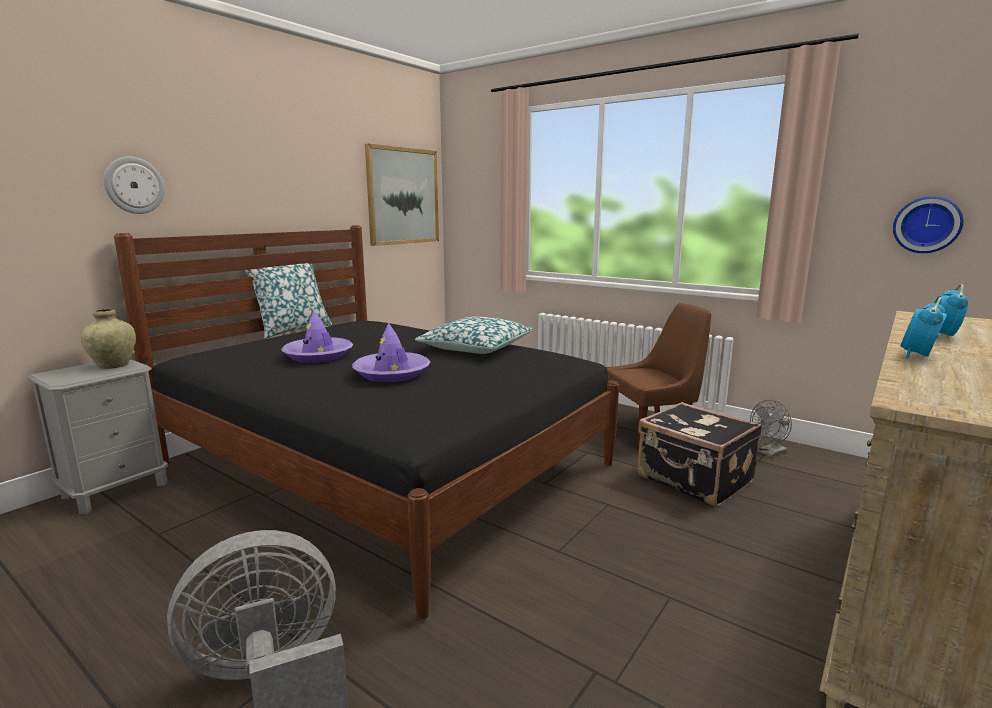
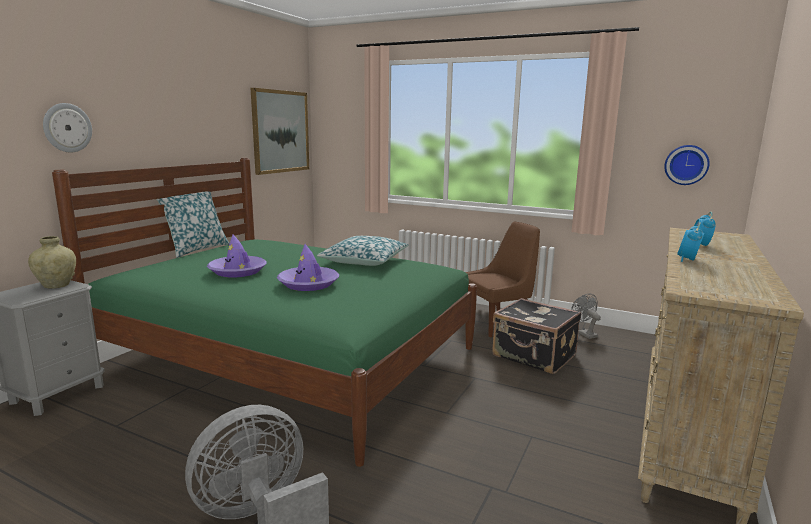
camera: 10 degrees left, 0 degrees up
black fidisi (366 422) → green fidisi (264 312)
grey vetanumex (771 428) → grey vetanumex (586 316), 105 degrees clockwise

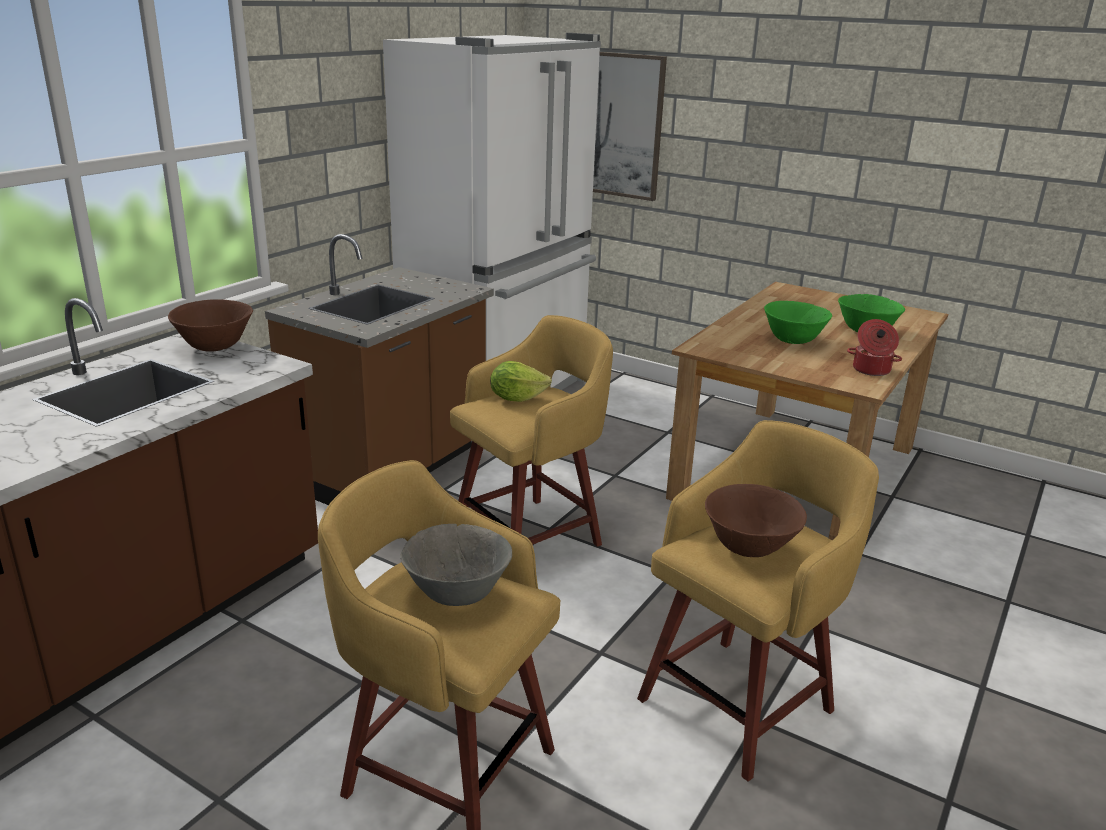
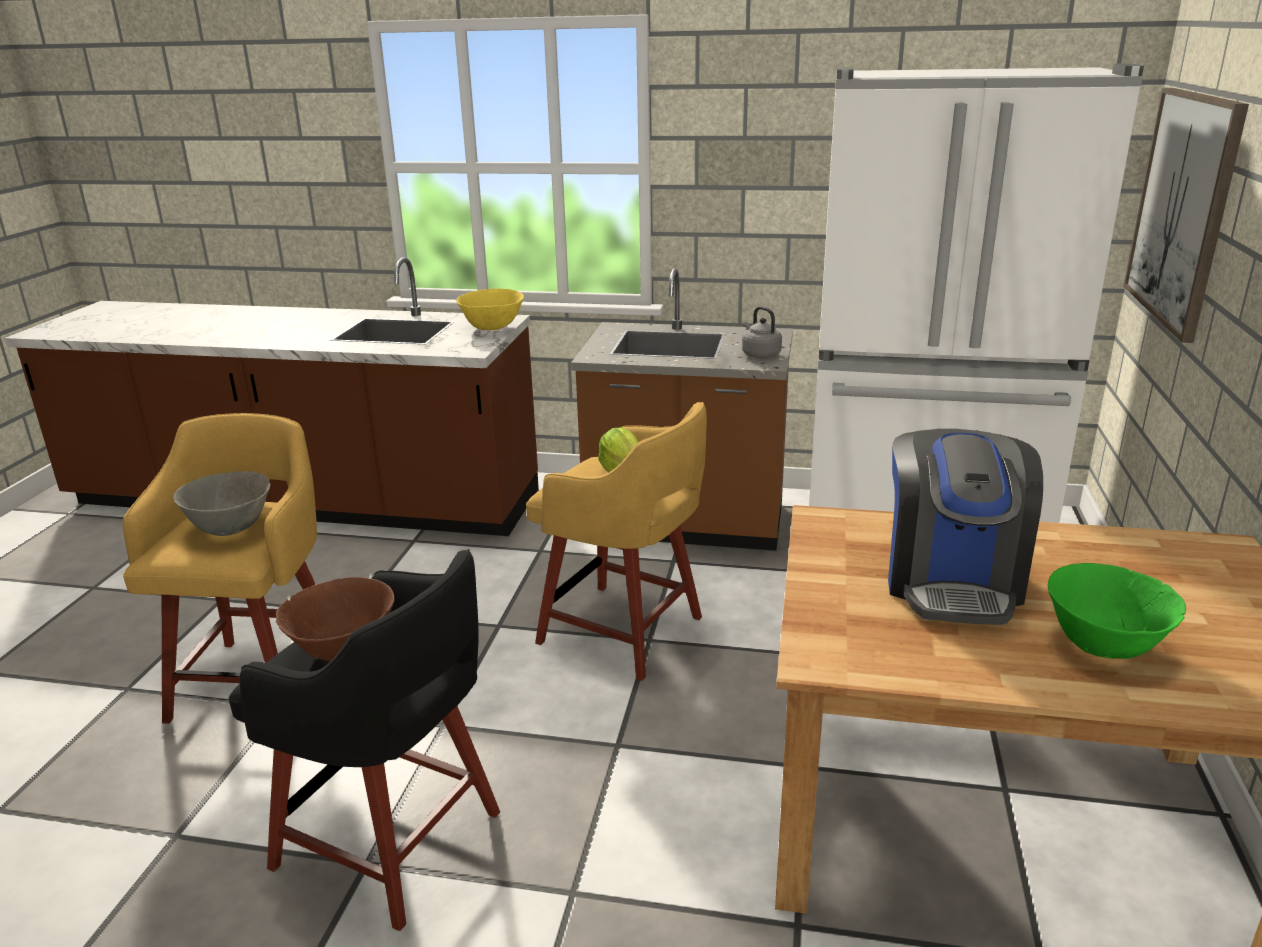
camera: 70 degrees right, 0 degrees up
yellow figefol (758 601) → black figefol (364 740)
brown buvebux (210 325) → yellow buvebux (490 309)
- → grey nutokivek (762 332)
green buvebux (798 322) → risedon (965 527)
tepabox (874 347) → -

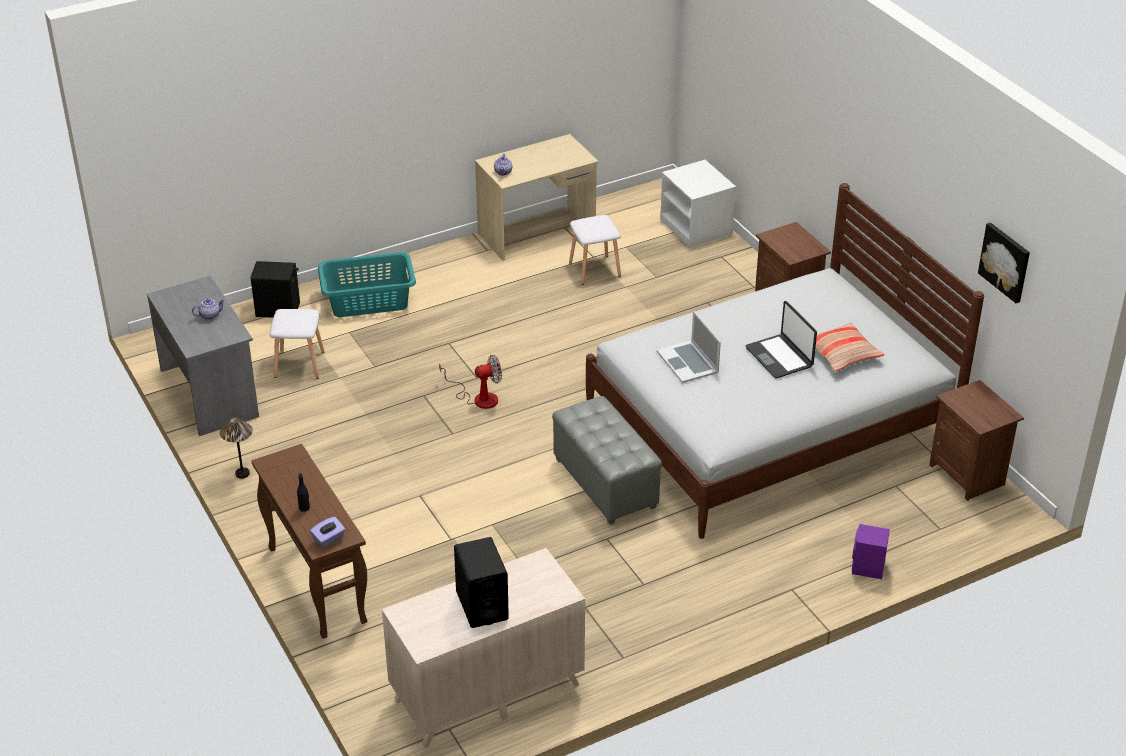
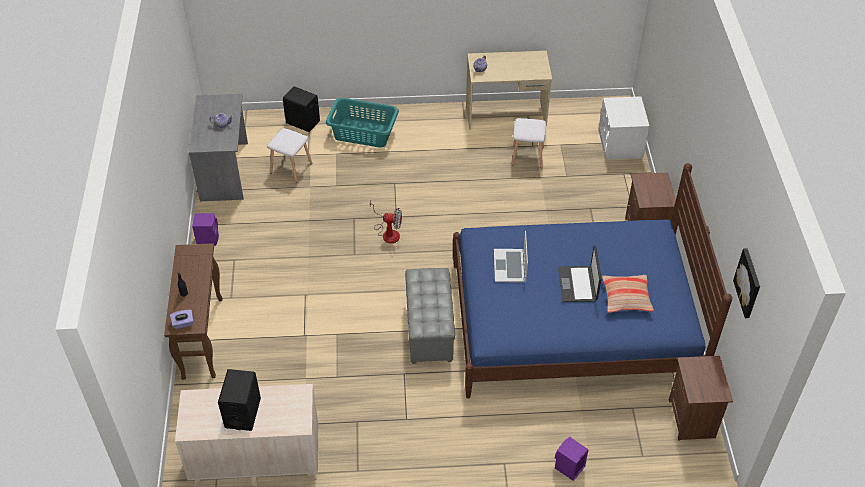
camera: 25 degrees right, 10 degrees up
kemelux (236 448) → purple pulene (205 229)
white fidisi (785 361) → blue fidisi (592 281)

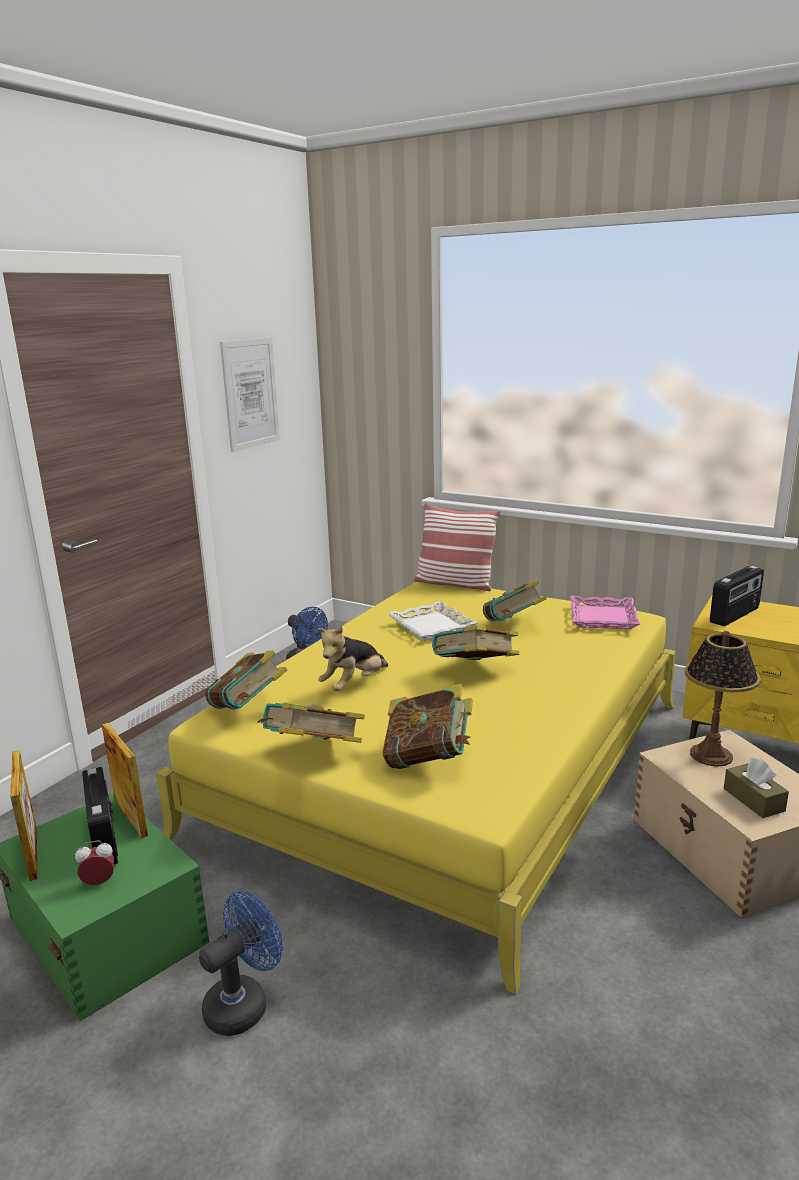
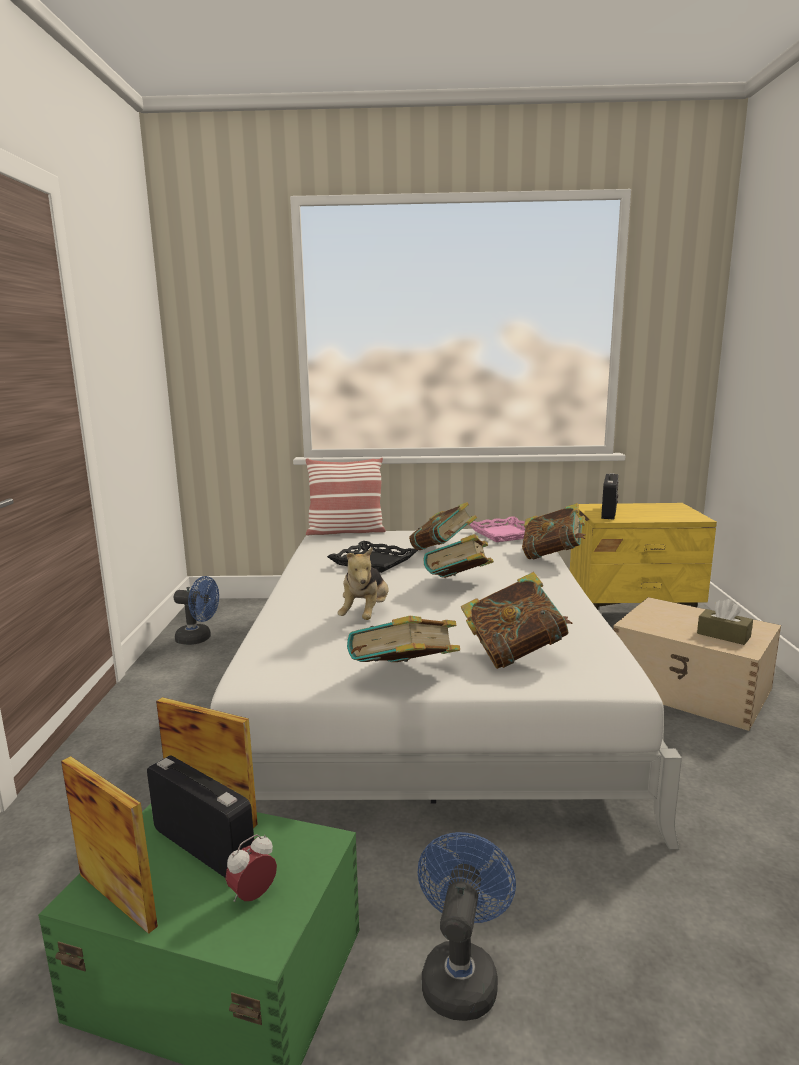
camera: 30 degrees left, 5 degrees down
yellow fidisi (416 788) → white fidisi (446 689)
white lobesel (432 621) → black lobesel (372 557)
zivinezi (246 679) → zivinezi (553 531), shifted
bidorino (250 395) → -
kemelux (723 699) → -

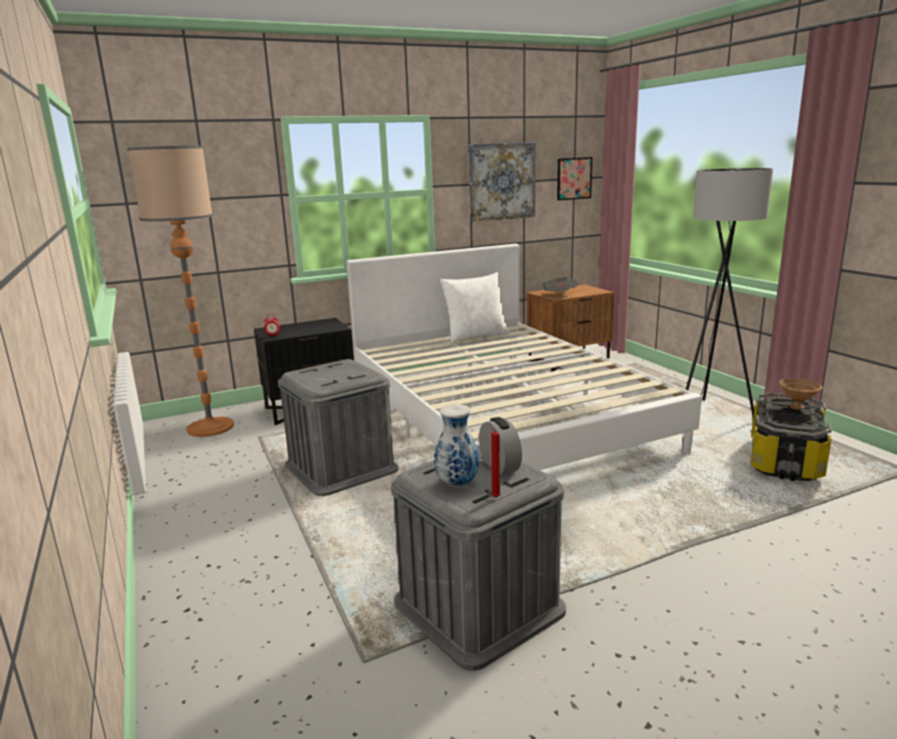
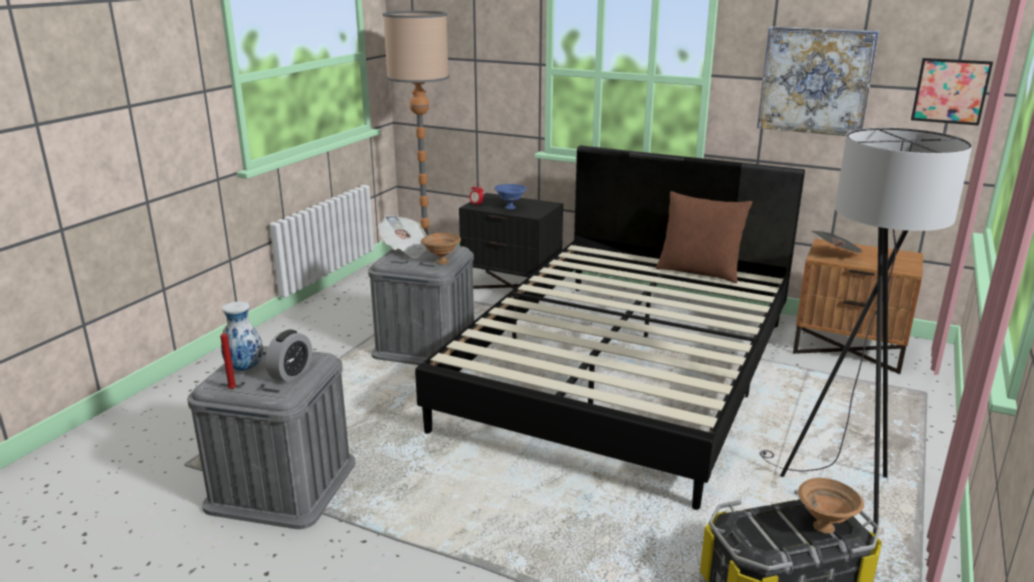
camera: 50 degrees right, 5 degrees up
- → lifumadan (403 236)
white fidisi (524 357) → black fidisi (610 327)
- → brown buvebux (441 249)
- → blue buvebux (510 196)
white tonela (475 307) → brown tonela (704 237)

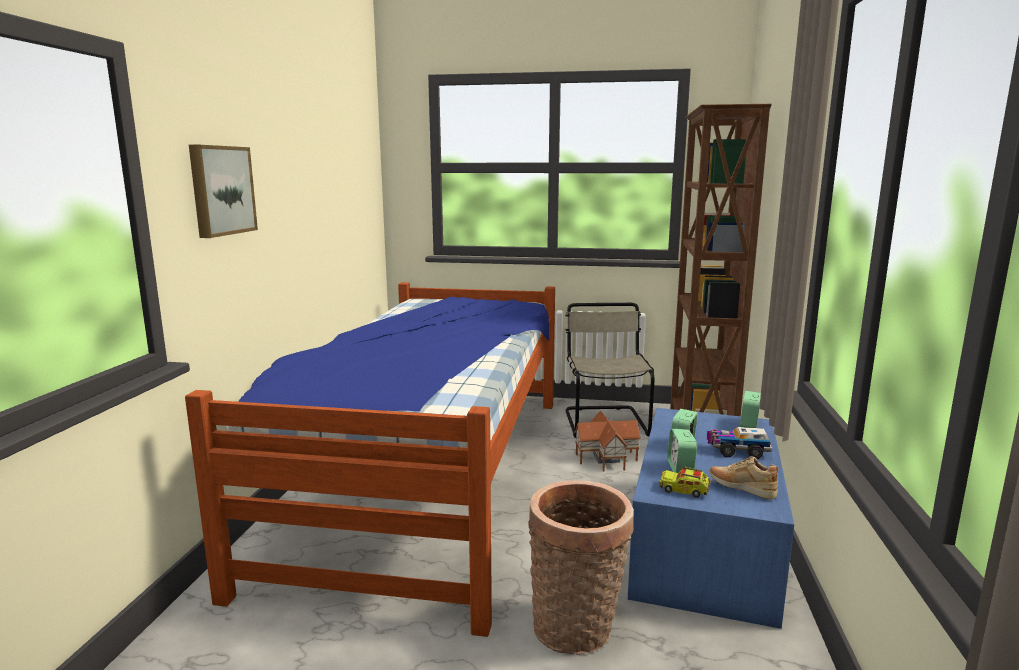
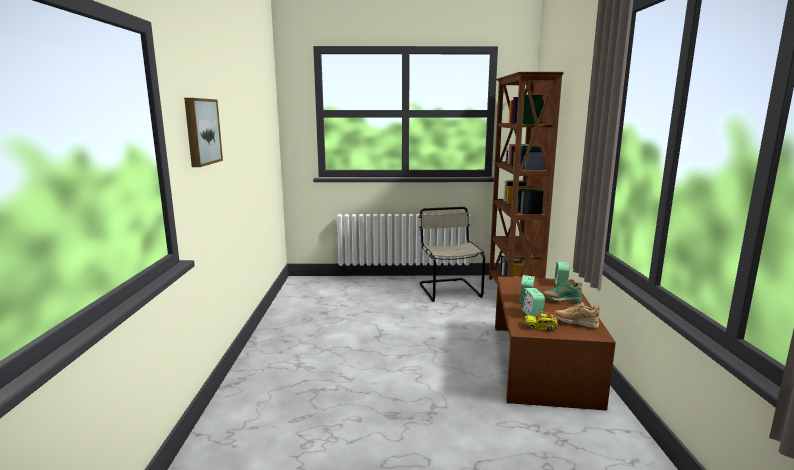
camera: 10 degrees left, 0 degrees up
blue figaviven (711 518) → brown figaviven (555 343)
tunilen (739 443) → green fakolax (562 291)
fidisi (370 459) → -
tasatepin (581 567) → -
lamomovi (607 441) → -

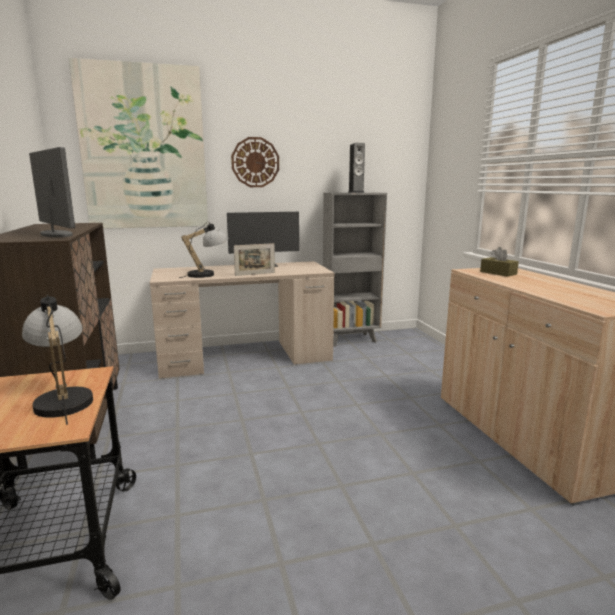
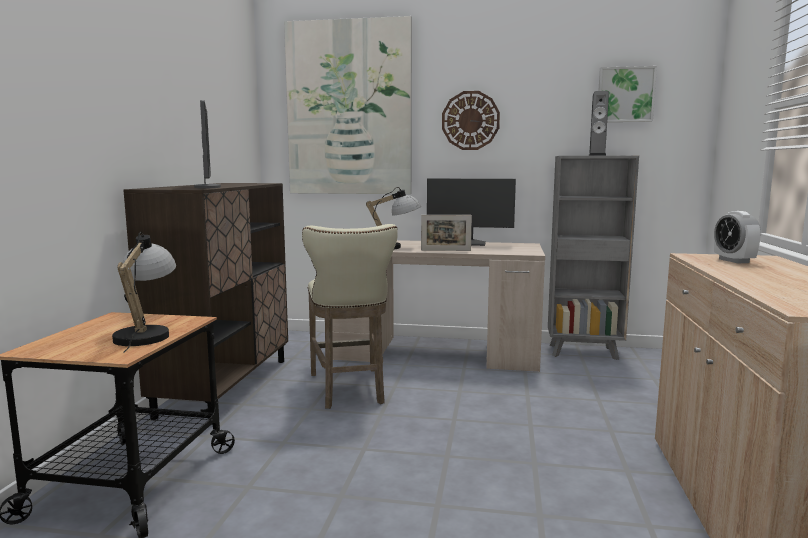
camera: 25 degrees right, 5 degrees down
- → beige figefol (350 316)
- → bidorino (628 94)
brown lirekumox (499 262) → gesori (737 237)

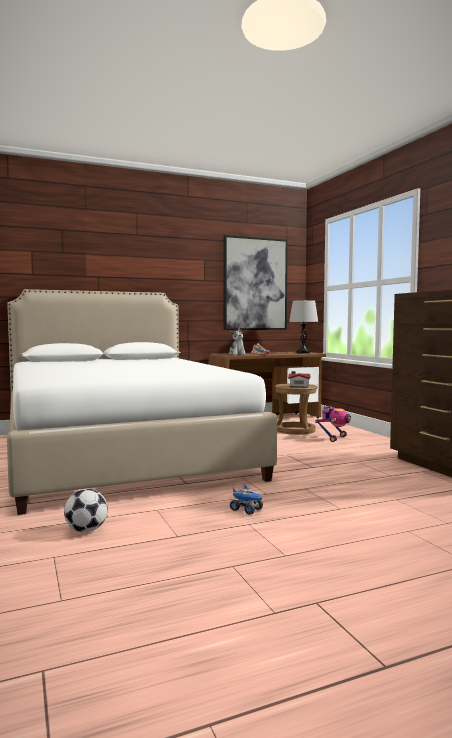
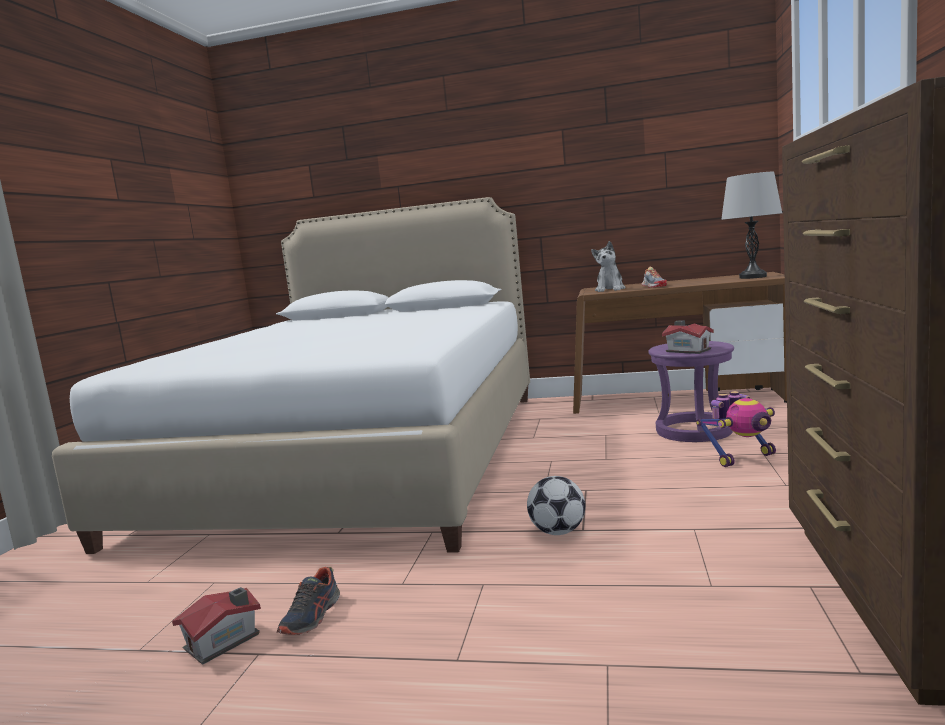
camera: 35 degrees right, 5 degrees up
- → lamomovi (216 626)
tunilen (246 499) → fakolax (308 601)
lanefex (86 510) → lanefex (556 505), shifted
brown figefol (296 409) → purple figefol (691 391)
bidorino (255 282) → -

